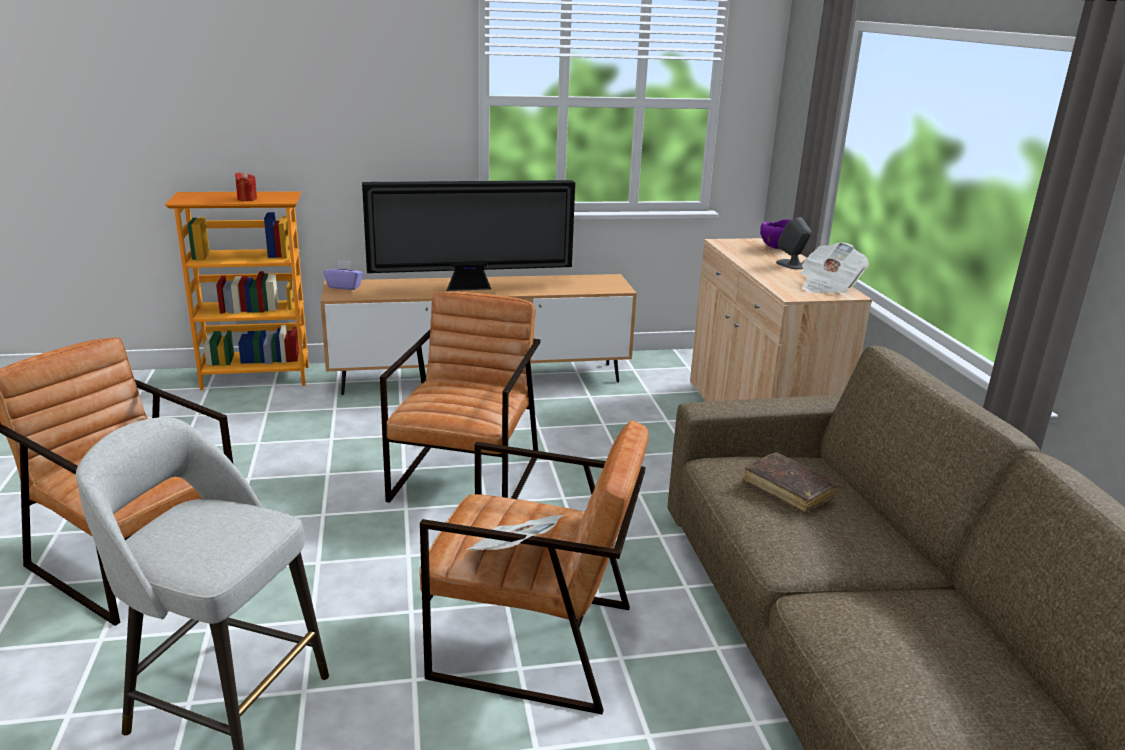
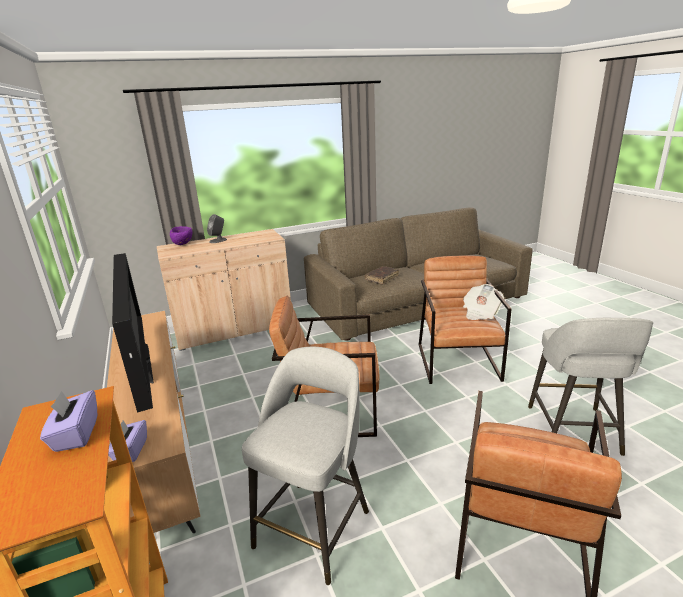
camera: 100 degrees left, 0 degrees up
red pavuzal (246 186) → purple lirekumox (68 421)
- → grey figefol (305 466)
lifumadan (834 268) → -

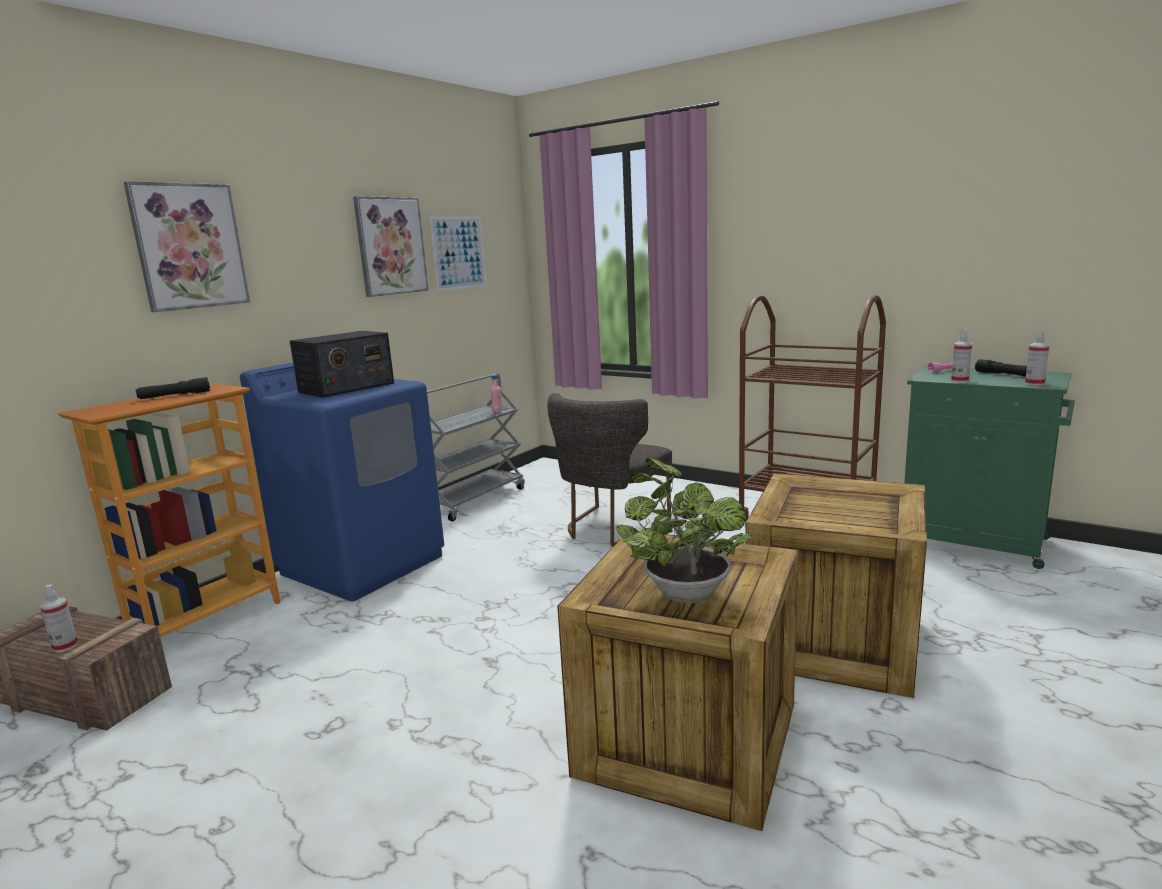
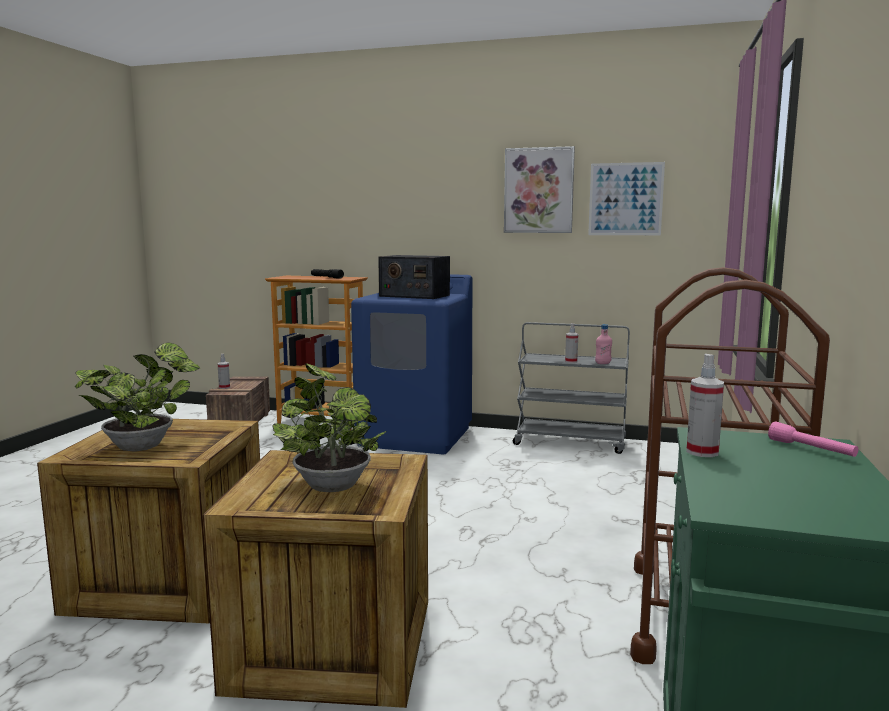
camera: 70 degrees right, 5 degrees down
- → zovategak (329 427)
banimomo (1037 358) → banimomo (571 343), shifted
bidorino (187 246) → -
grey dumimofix (609 470) → -
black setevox (1001 367) → -

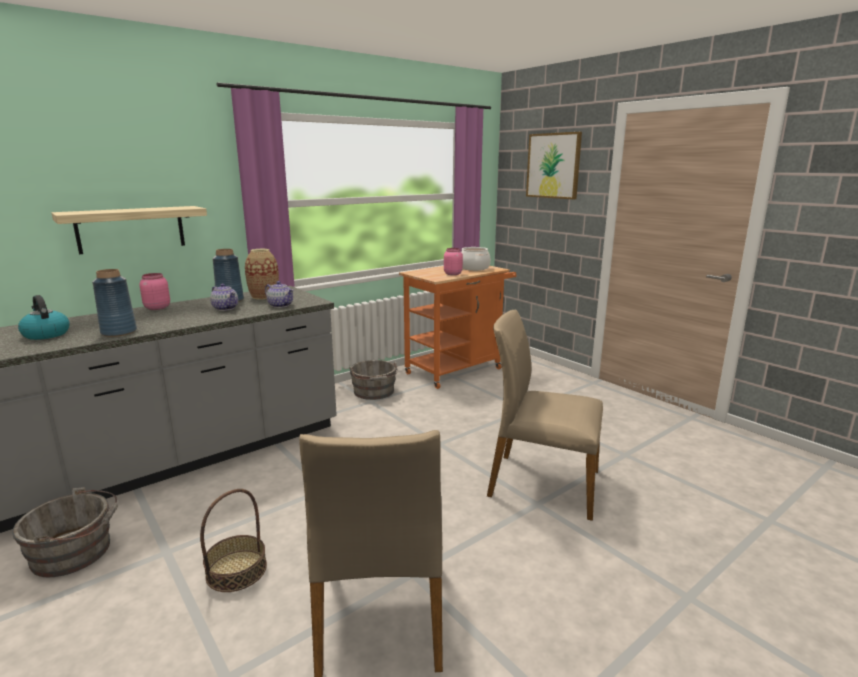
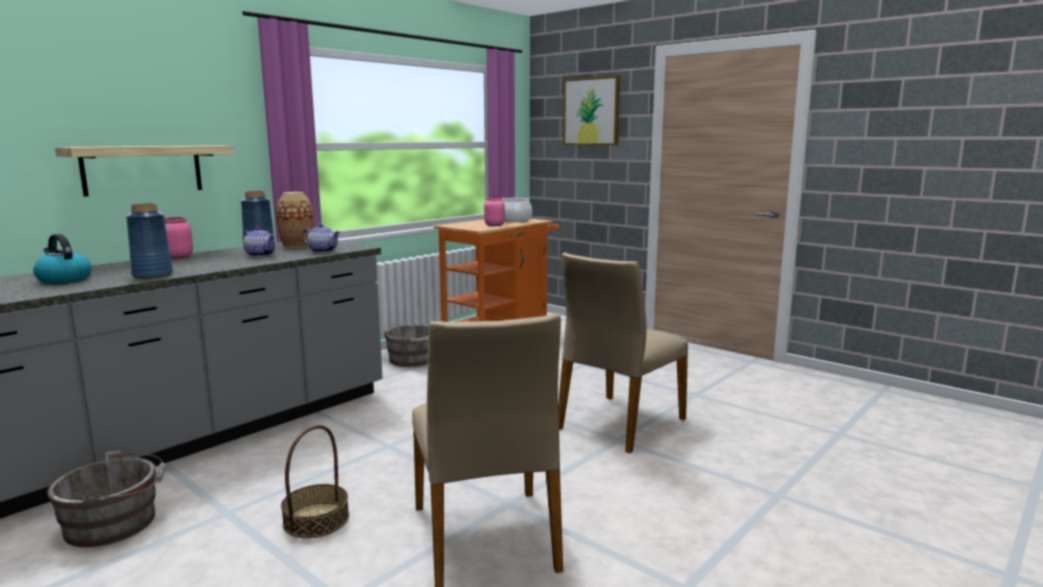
camera: 10 degrees left, 5 degrees down
beige dumimofix (545 415) → beige dumimofix (623 353), 60 degrees counterclockwise

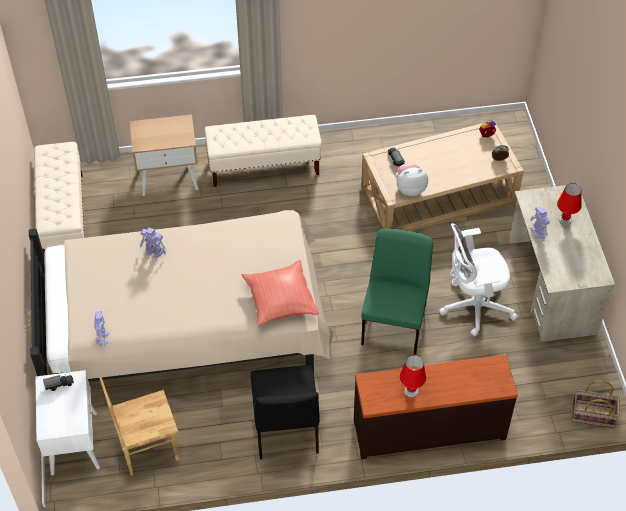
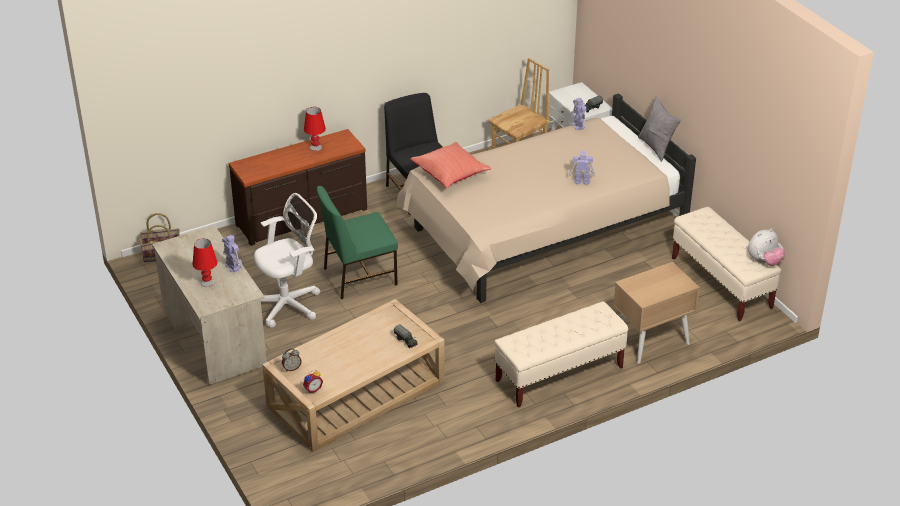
camera: 160 degrees right, 15 degrees down
green dumimofix (397 291) → green dumimofix (357 242), 75 degrees clockwise
- → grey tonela (659 129)
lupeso (412 180) → lupeso (766 247), shifted

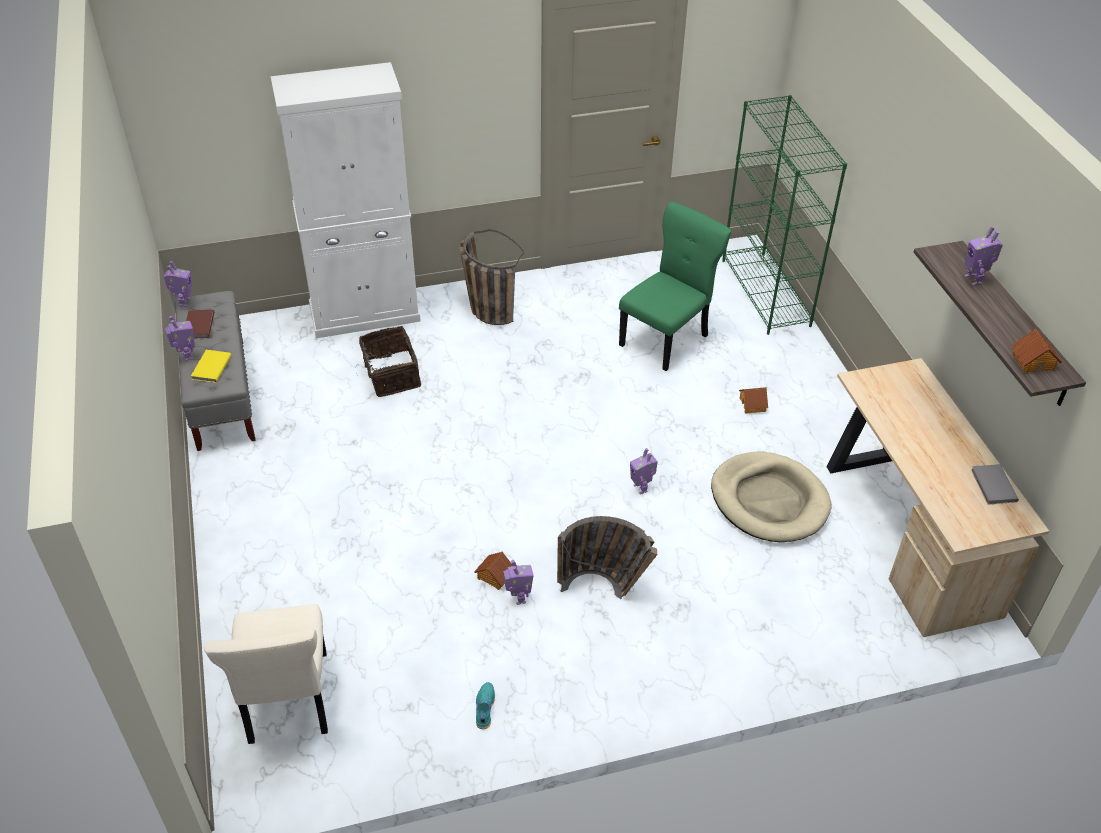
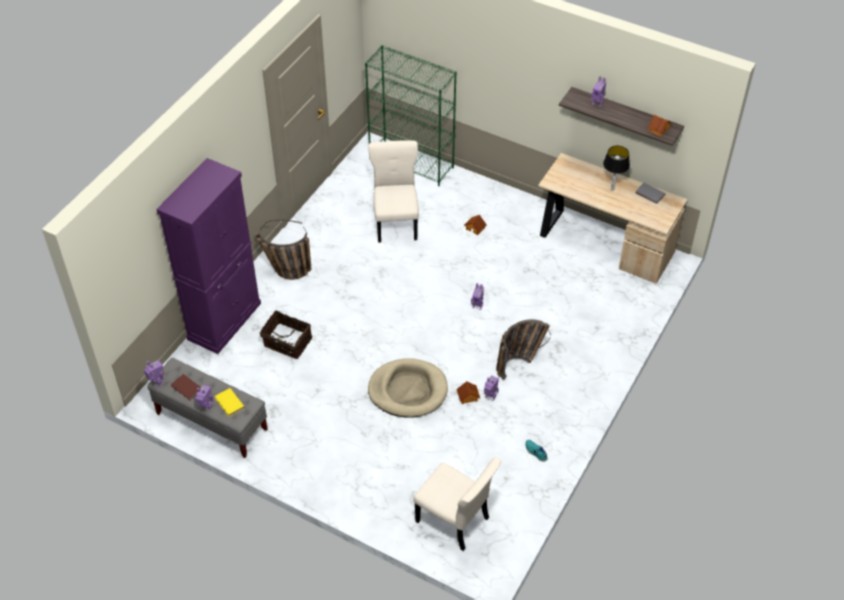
camera: 45 degrees left, 5 degrees up
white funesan (346 200) → purple funesan (208 256)
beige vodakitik (771 497) → beige vodakitik (408 388), shifted
green dumimofix (675 286) → beige dumimofix (394 192)
- → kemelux (616 168)

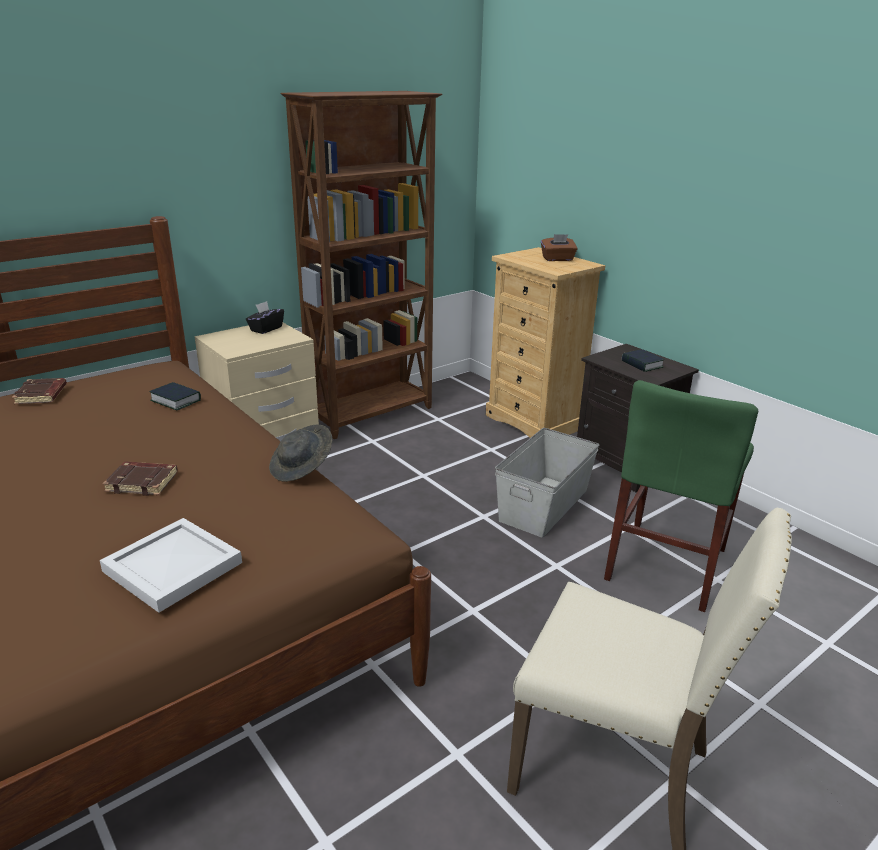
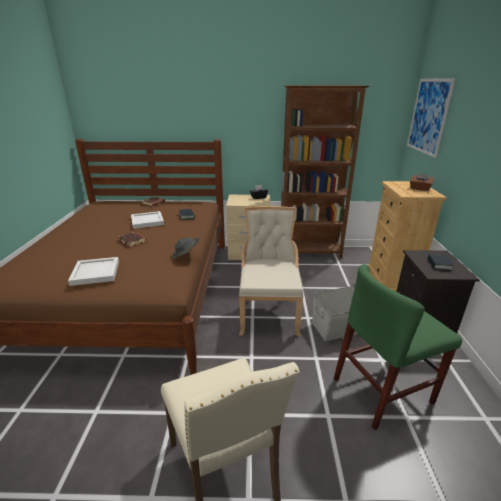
camera: 40 degrees right, 0 degrees up
- → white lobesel (147 220)
- → beige dumimofix (271 271)
- → bidorino (431 118)

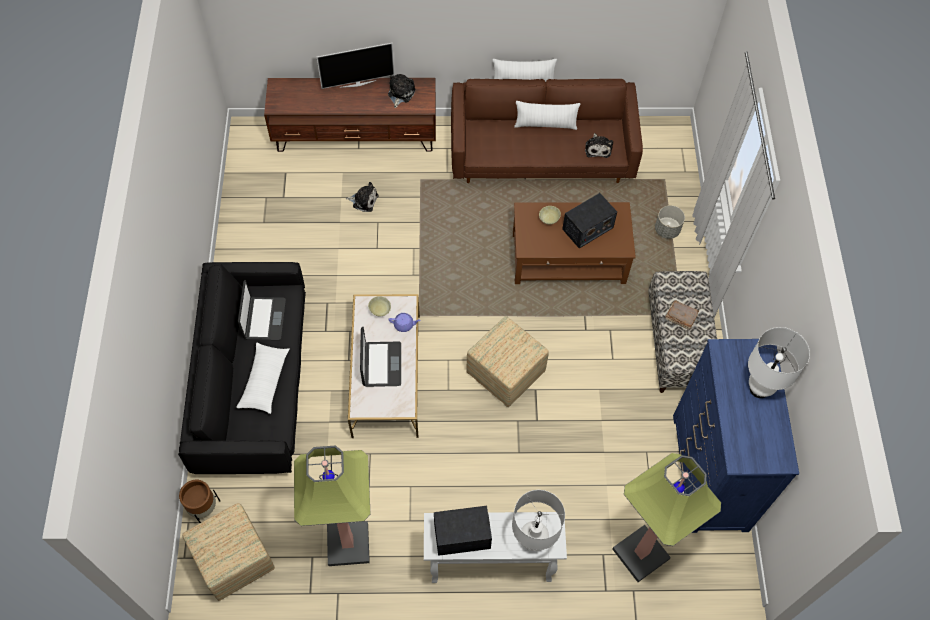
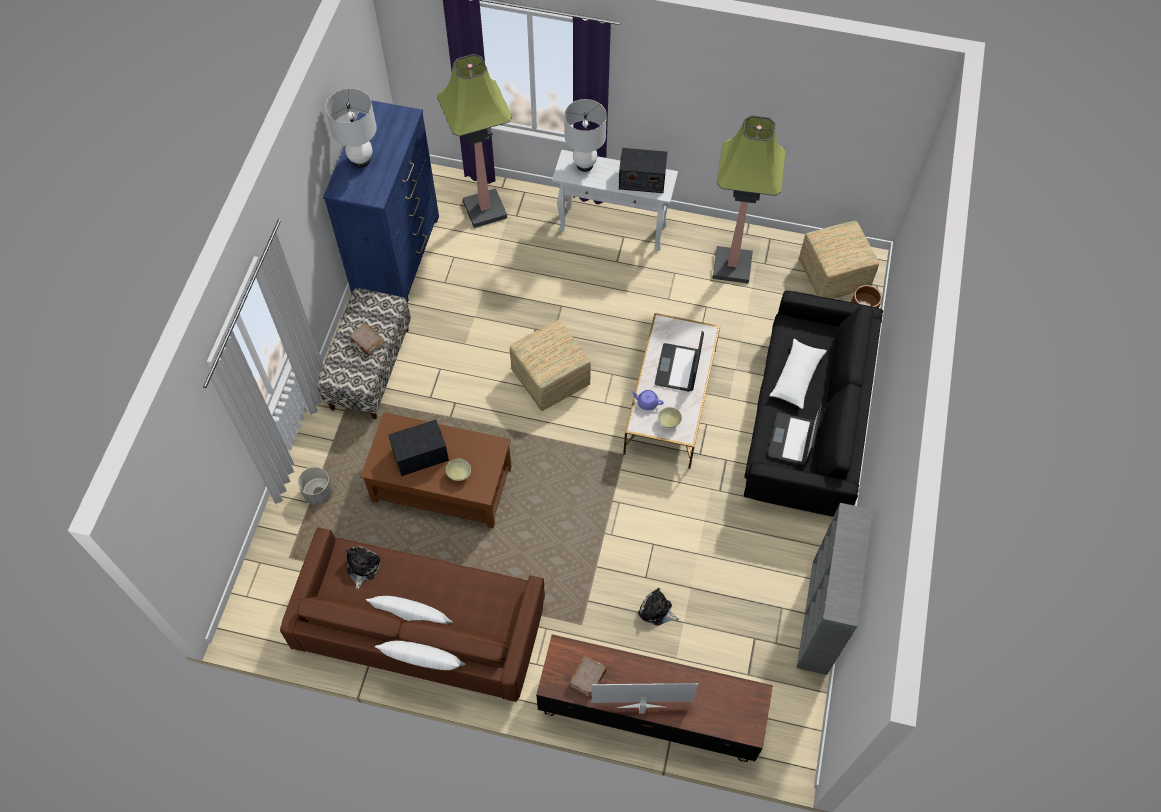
camera: 165 degrees left, 0 degrees up
lupeso (401 91) → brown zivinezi (588 676)
- → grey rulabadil (835 589)

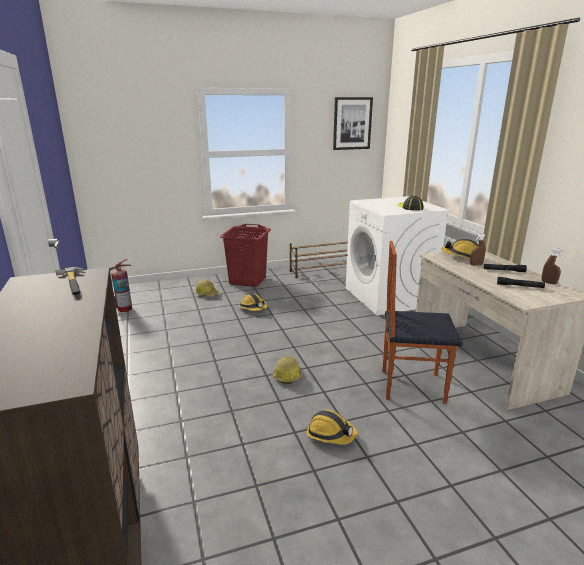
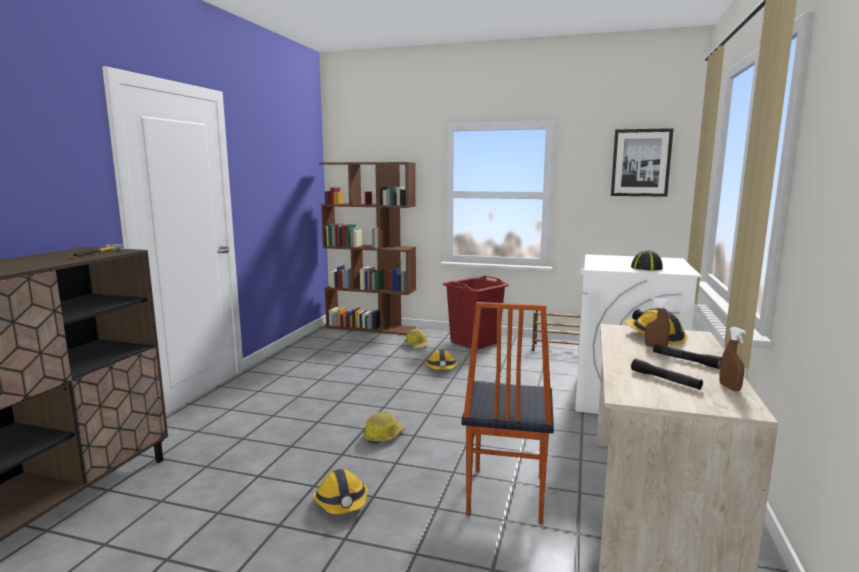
camera: 35 degrees right, 10 degrees down
- → brown rulabadil (367 248)
dumimofix (422 322) → dumimofix (507 413), 120 degrees counterclockwise
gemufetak (121 285) → -

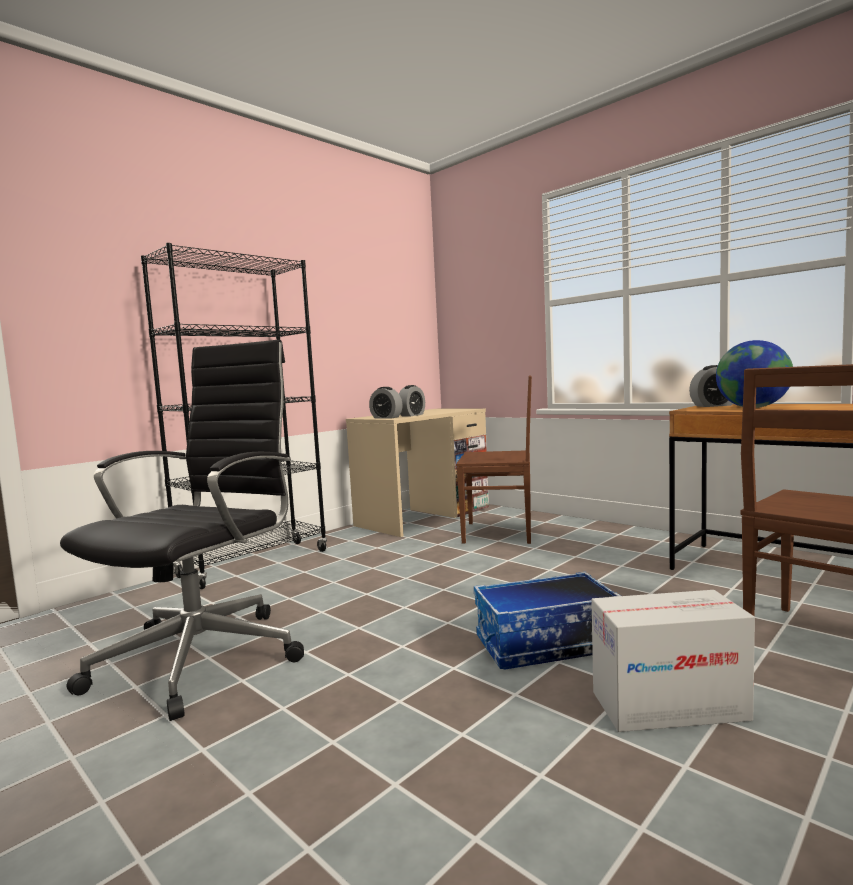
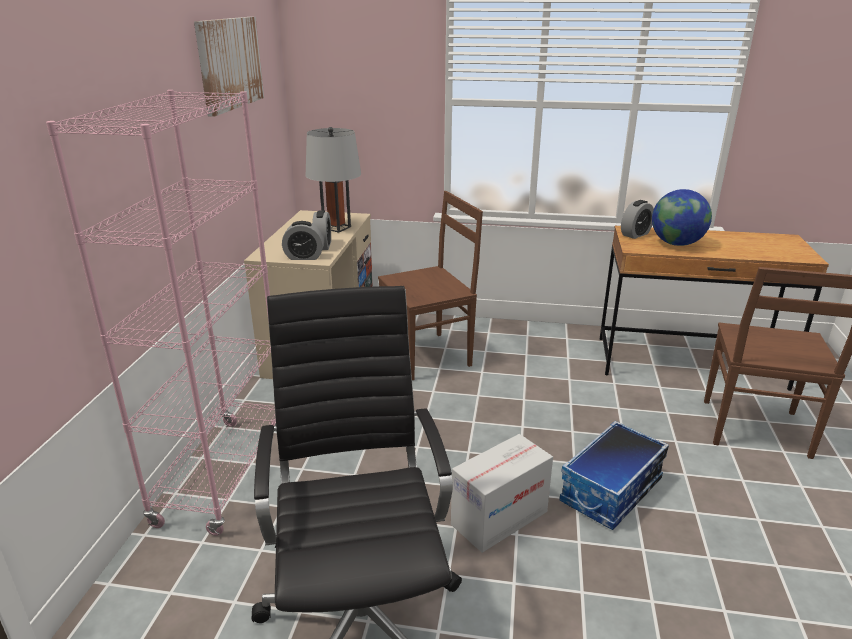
camera: 35 degrees left, 20 degrees up
black rulabadil (234 416) → pink rulabadil (161 313)
- → bidorino (229 67)
- → grey kemelux (333 180)
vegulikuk (673 661) → vegulikuk (502 493), shifted

